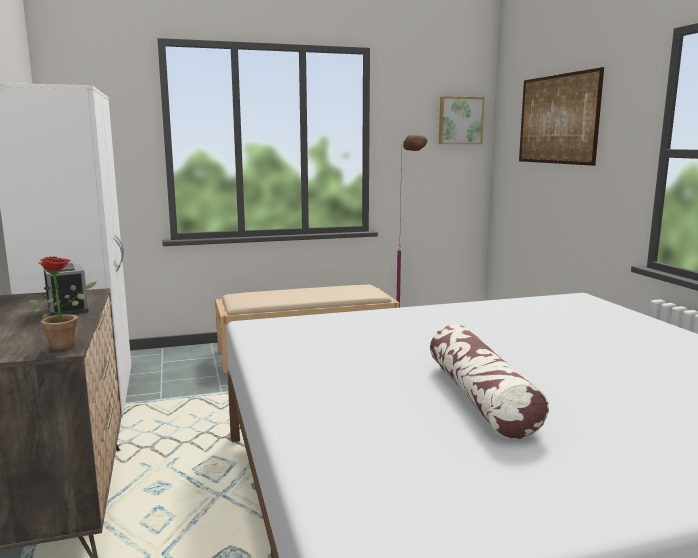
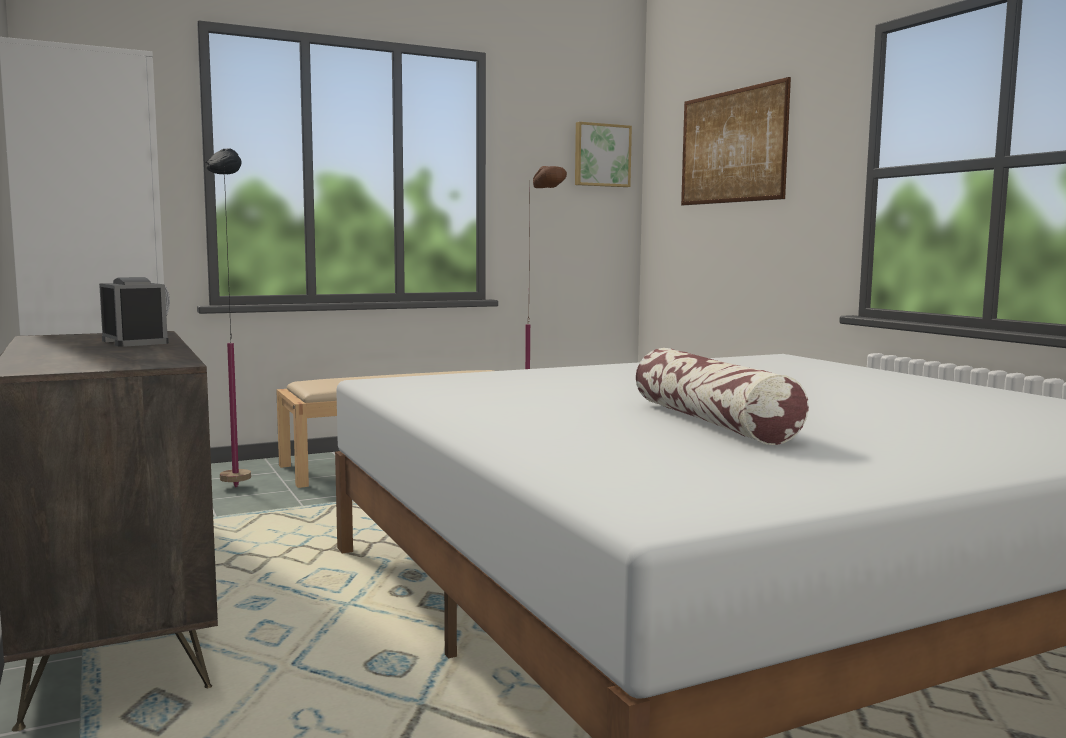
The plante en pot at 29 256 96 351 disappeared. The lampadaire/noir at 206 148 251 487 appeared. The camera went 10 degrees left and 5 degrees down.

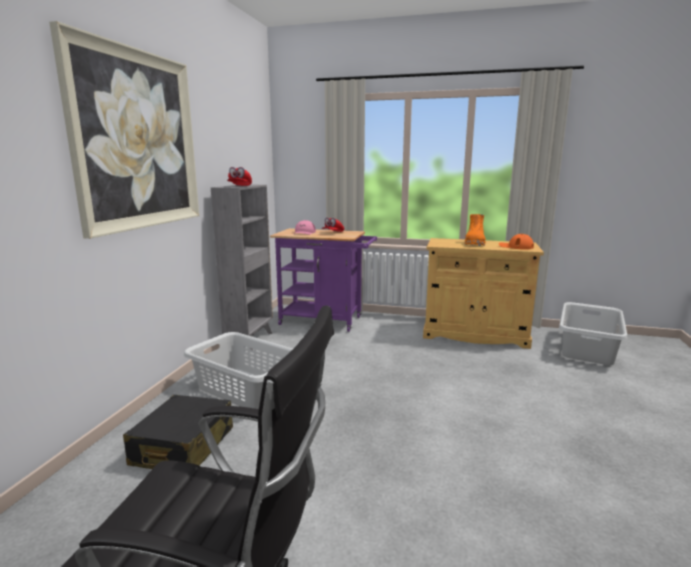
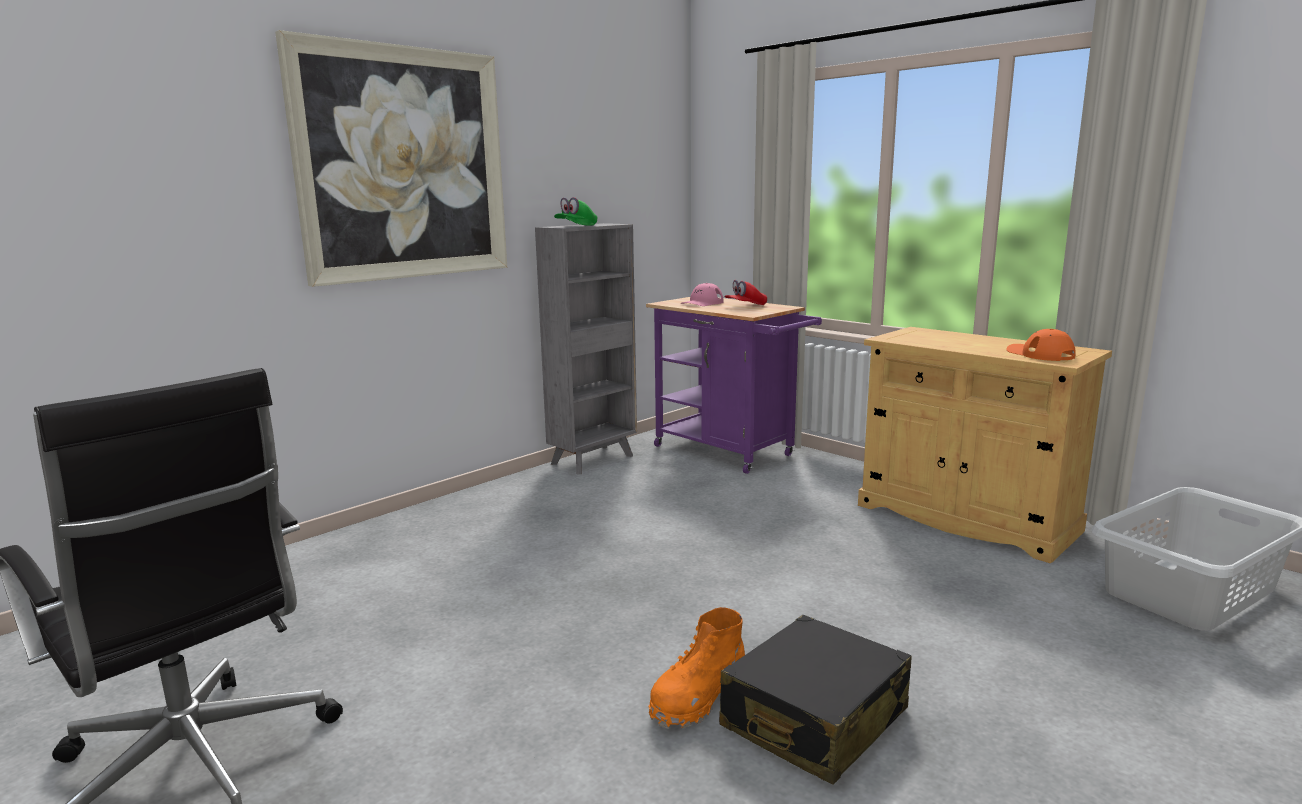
The casquette/rouge at 227 167 252 186 became the casquette/vert at 554 197 597 226. The botte/orange moved from 465 214 486 246 to 649 607 745 729. The panier à linge/gris at 184 332 293 409 disappeared. The valise/noir moved from 123 395 233 469 to 719 615 911 785. The camera went 30 degrees right and 0 degrees up.

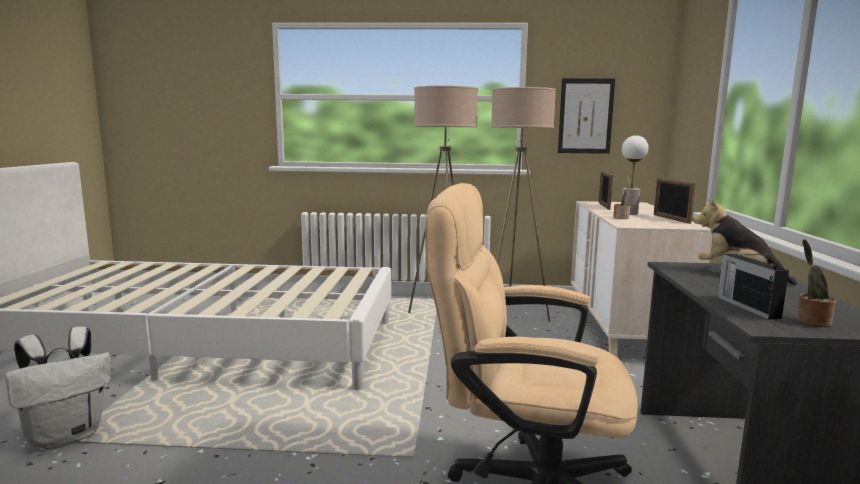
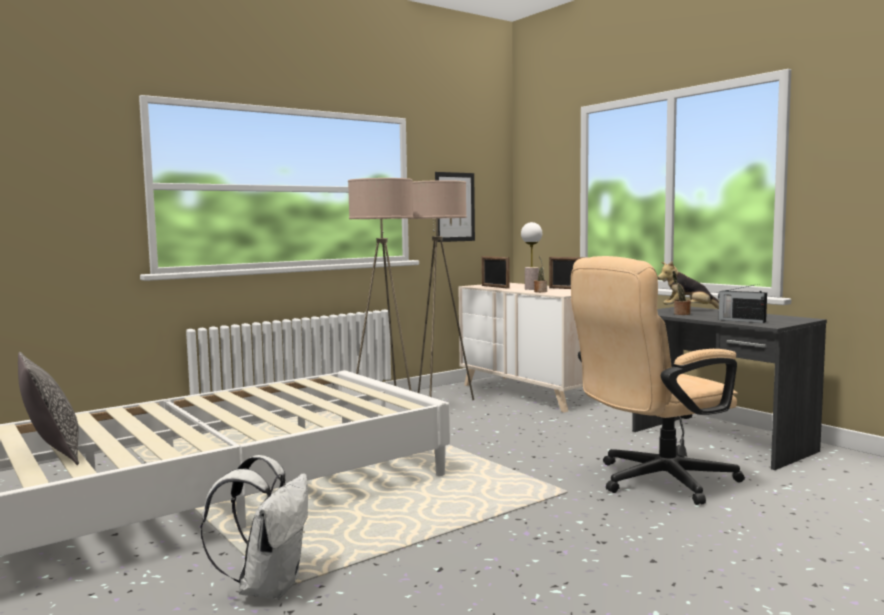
The plante en pot moved from 797 239 836 327 to 672 271 691 315. The coussin at 18 352 79 465 appeared. The camera went 40 degrees left and 5 degrees down.

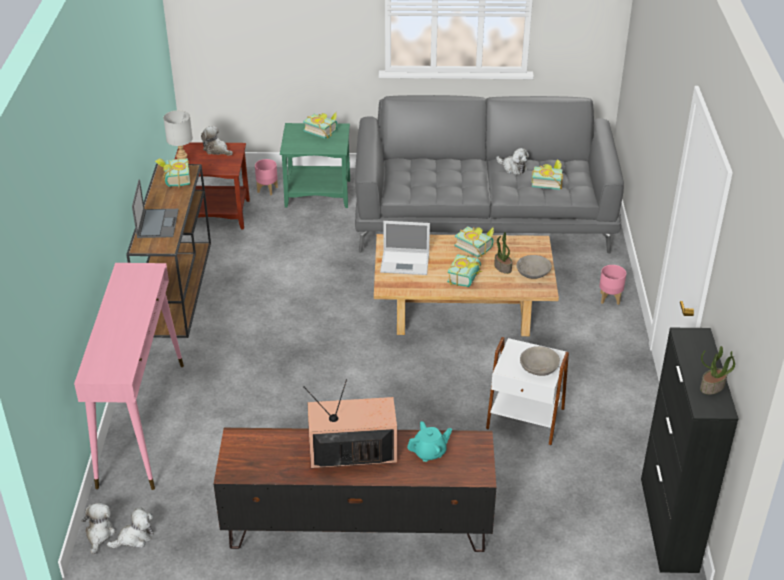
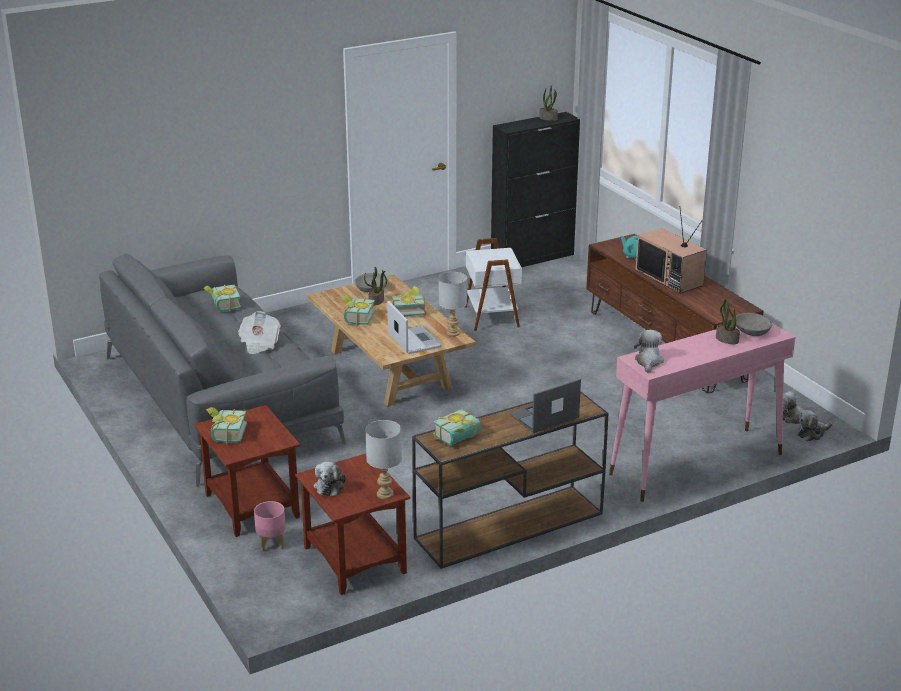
The table d'appoint/vert at 280 123 350 208 became the table d'appoint/marron at 194 405 300 537. The peluche moved from 496 148 529 175 to 634 330 664 373. The cache-pot/rose at 599 265 626 305 disappeared. The bol/gris moved from 520 346 560 376 to 736 313 772 336. The lampe de table/gris at 439 272 467 337 appeared. The plante en pot at 716 299 740 344 appeared. The journal at 238 311 281 354 appeared. The camera went 120 degrees left and 10 degrees down.

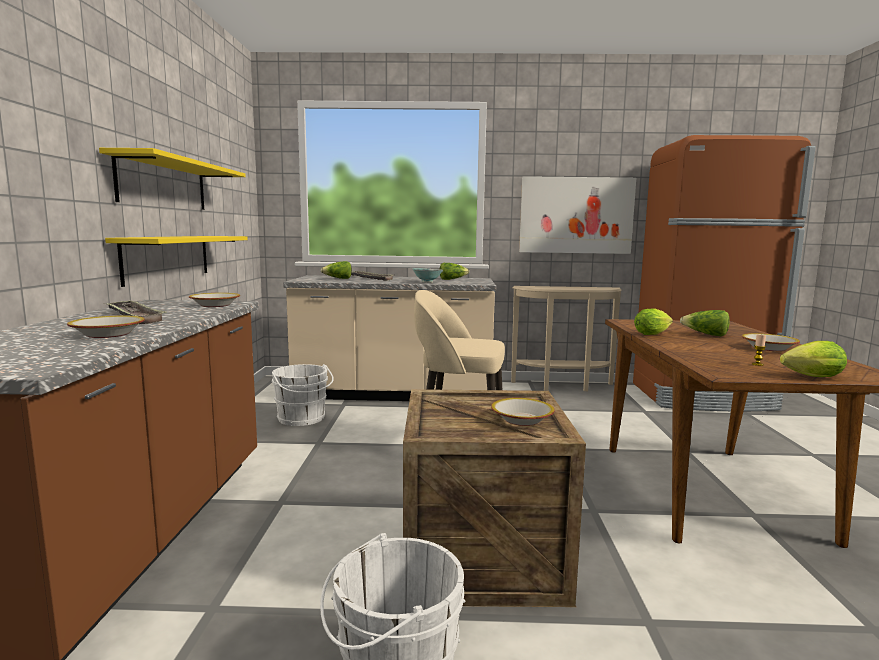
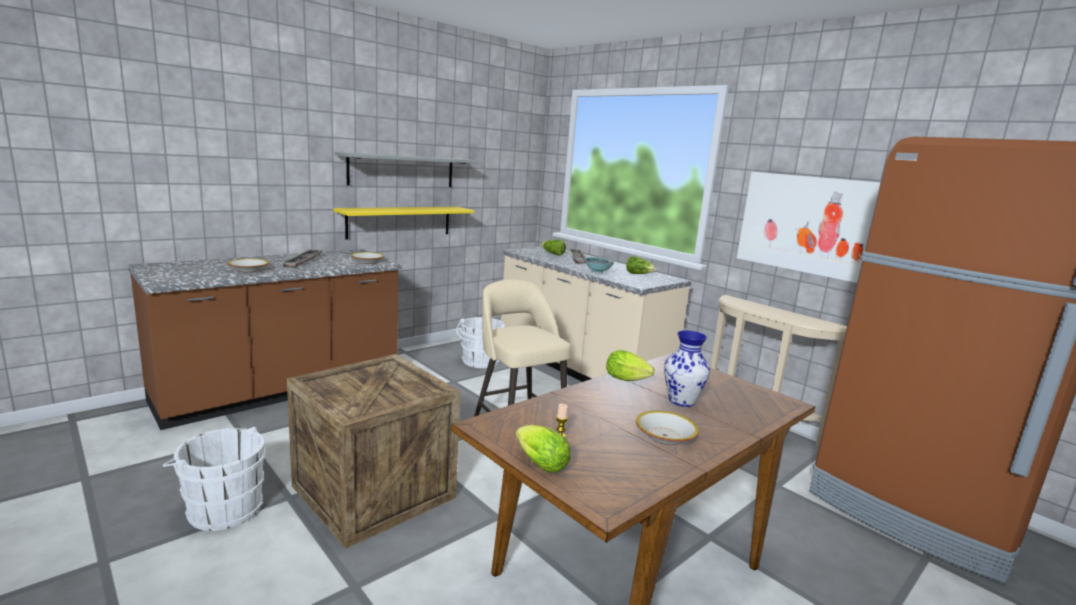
The étagère/jaune at 99 148 246 210 became the étagère/gris at 334 152 478 187. The laitue at 680 310 730 336 was replaced by the vase at 664 330 710 407. The bol at 491 398 555 426 disappeared. The camera went 45 degrees right and 5 degrees up.

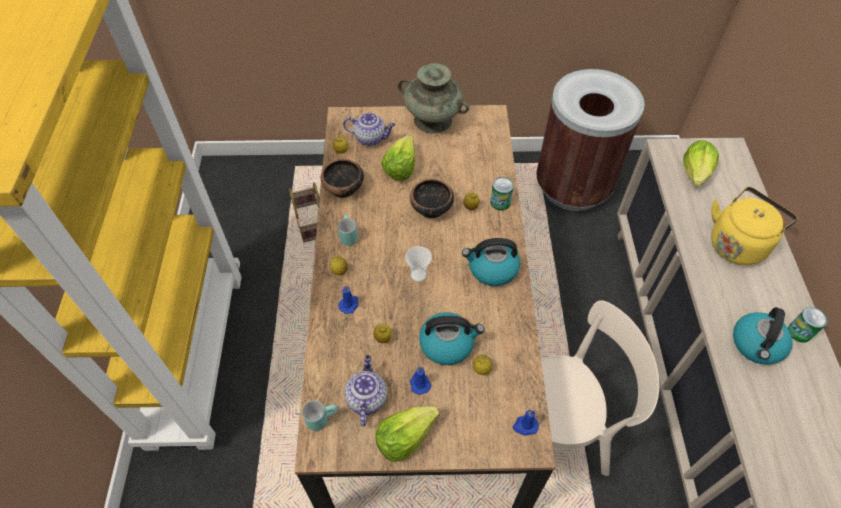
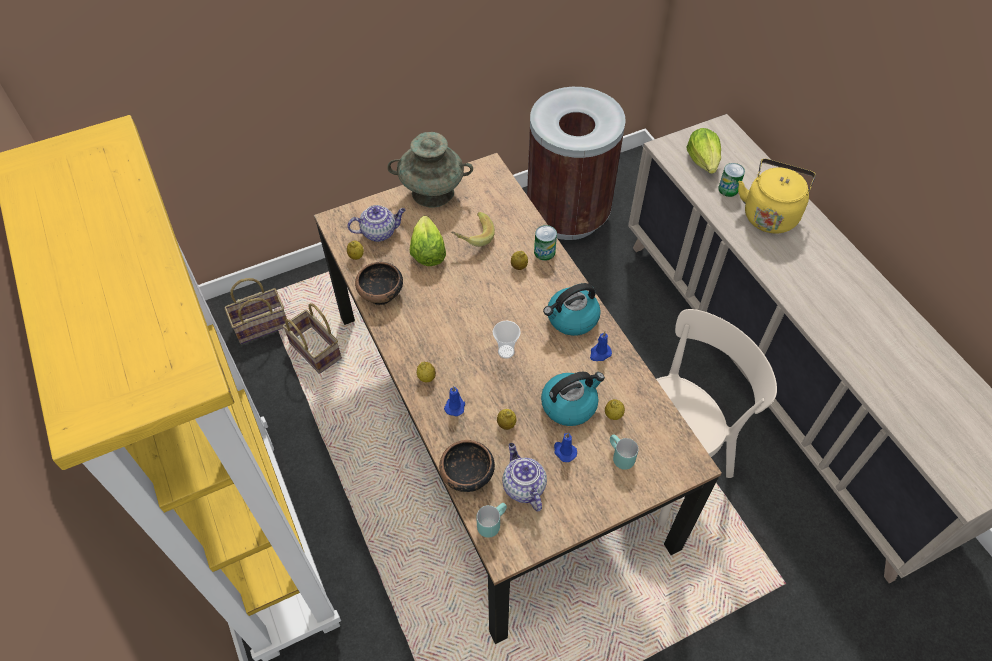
The bol moved from 410 179 454 218 to 439 440 495 492. The mug/turquoise moved from 338 215 358 246 to 610 435 639 470. The bouilloire at 733 307 793 365 disappeared. The boîte métallique moved from 788 307 828 343 to 718 163 745 197. The laitue at 376 406 440 462 disappeared. The bougie/bleu moved from 513 410 539 436 to 590 331 612 361. The banane at 451 212 495 247 appeared. The panier at 224 278 287 344 appeared. The camera went 25 degrees left and 0 degrees up.

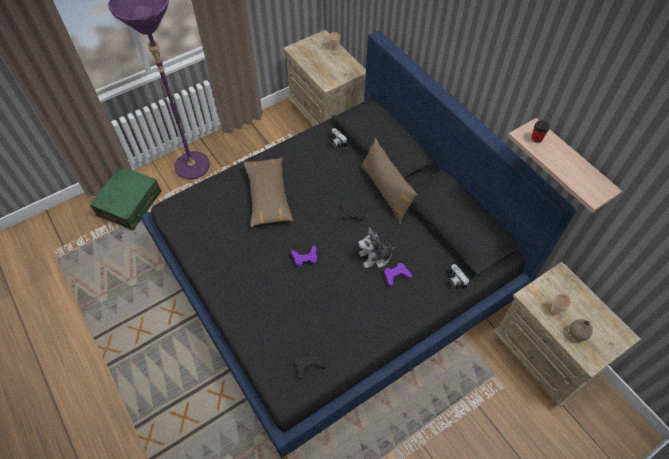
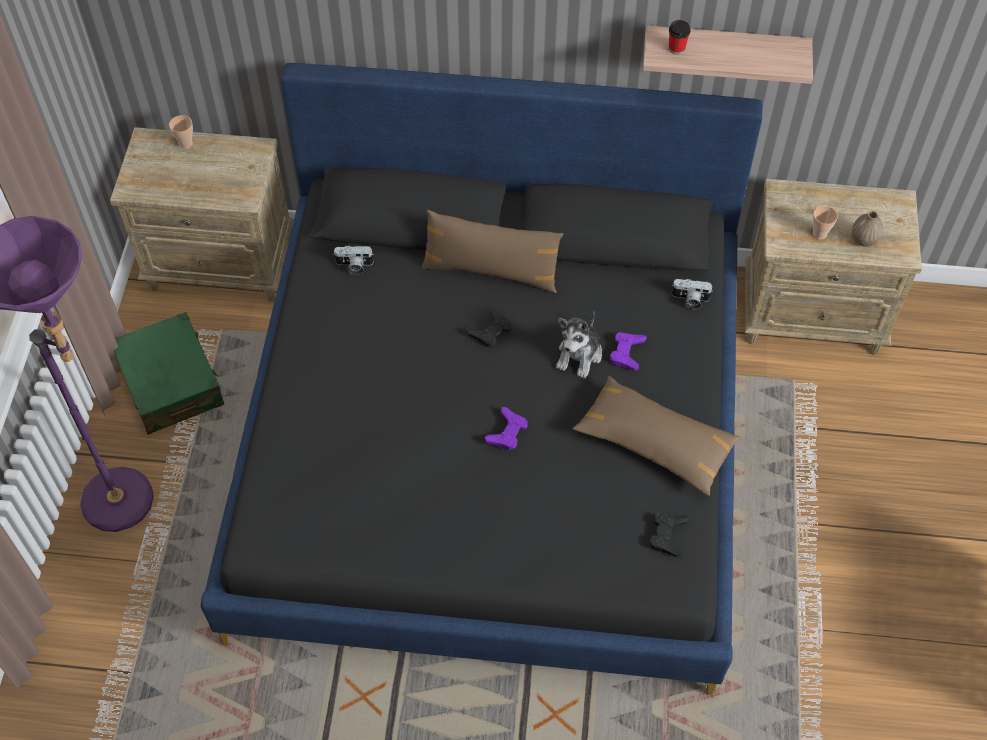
The coussin/marron moved from 243 158 294 228 to 573 376 741 496. The valise/vert moved from 90 168 162 230 to 113 312 224 435. The camera went 50 degrees left and 0 degrees up.

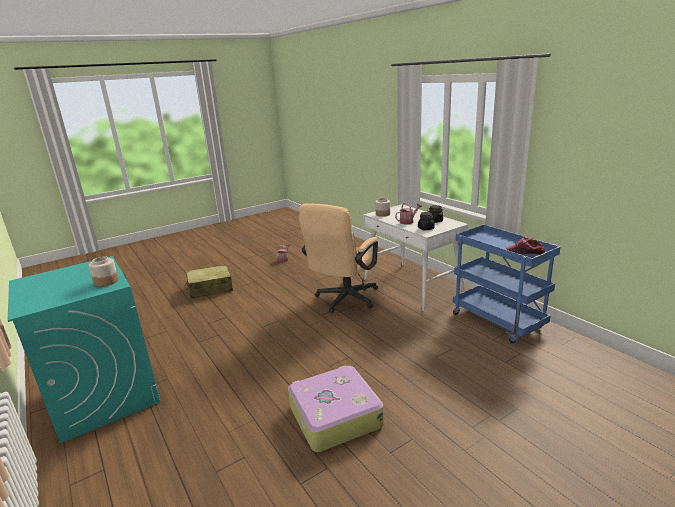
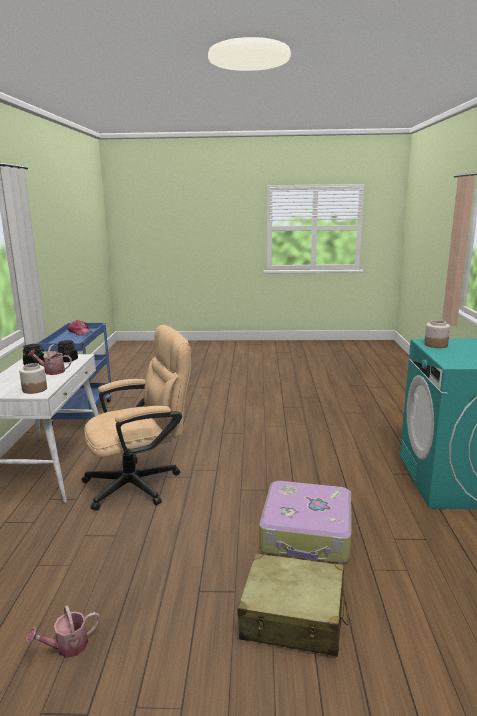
The valise moved from 288 365 384 452 to 259 481 351 563. The camera went 145 degrees left and 5 degrees down.

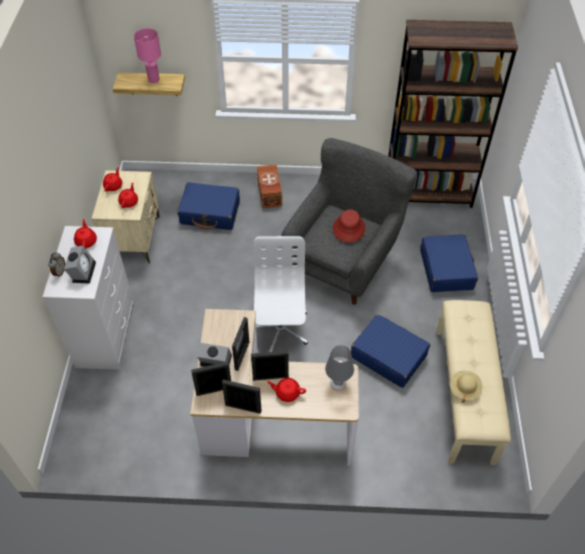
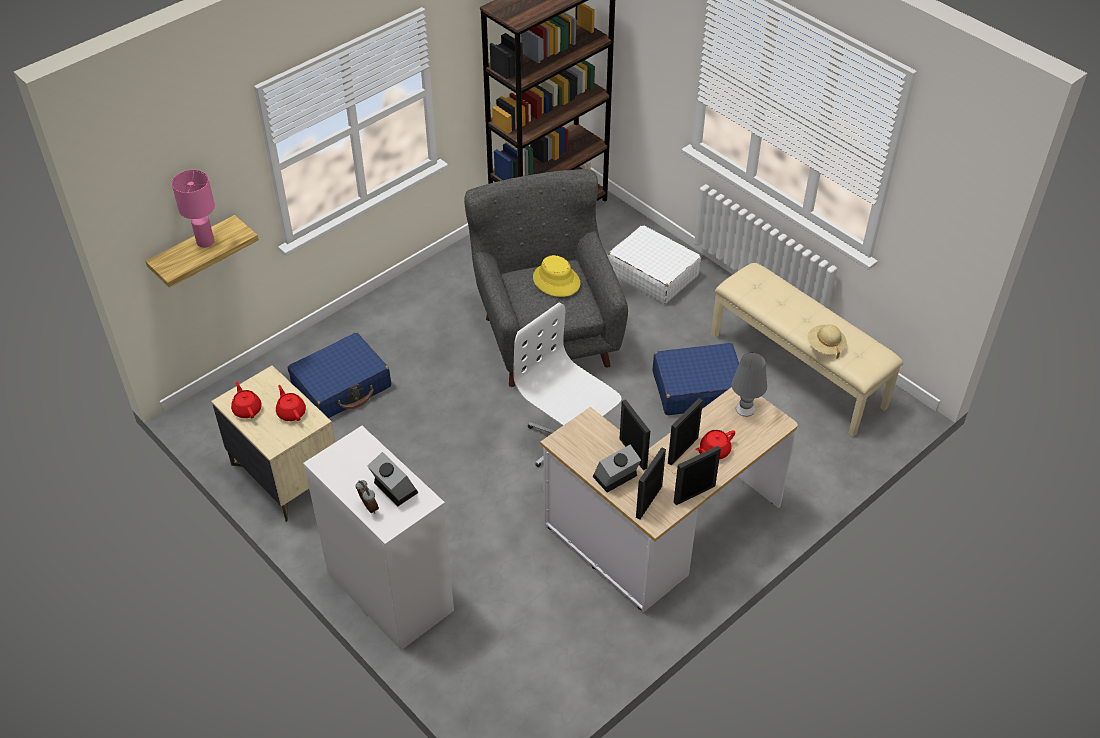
The boîte de rangement/marron at 257 164 282 208 disappeared. The chapeau/rouge at 333 209 365 243 became the chapeau/jaune at 533 255 580 297. The théière/rouge at 74 219 97 249 disappeared. The valise/bleu at 420 234 478 292 became the valise/blanc at 608 225 701 304. The camera went 45 degrees left and 5 degrees down.

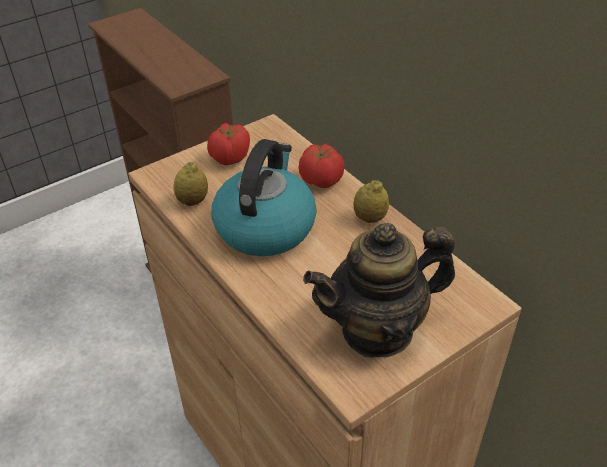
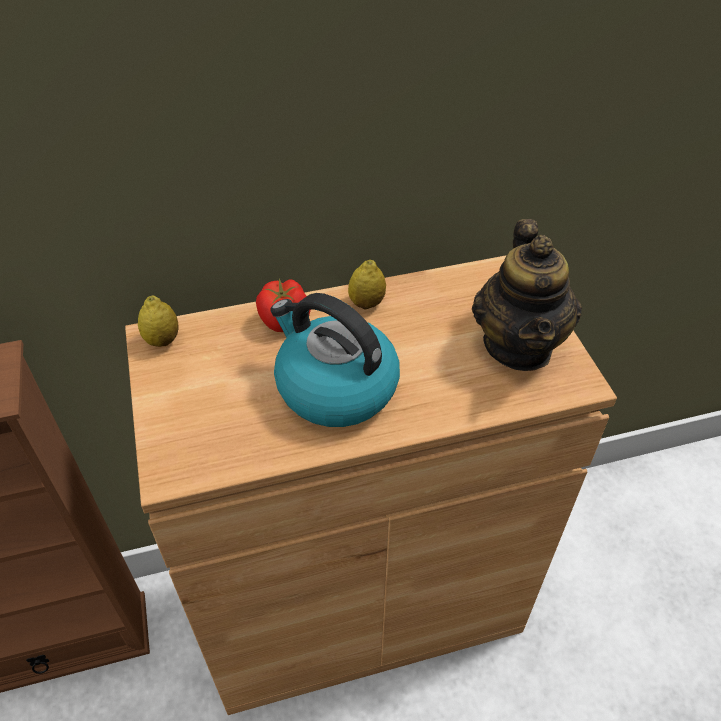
The tomate at 207 123 250 165 disappeared. The citron moved from 173 162 208 206 to 138 295 178 347. The camera went 70 degrees left and 5 degrees up.

